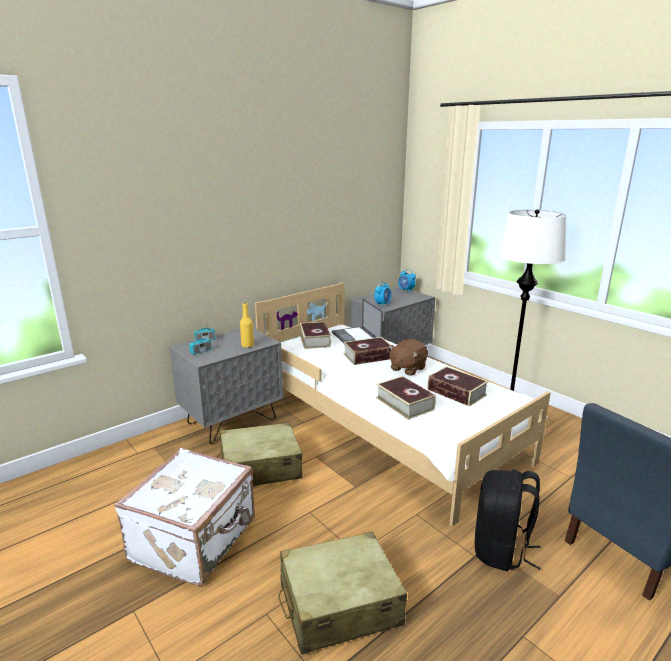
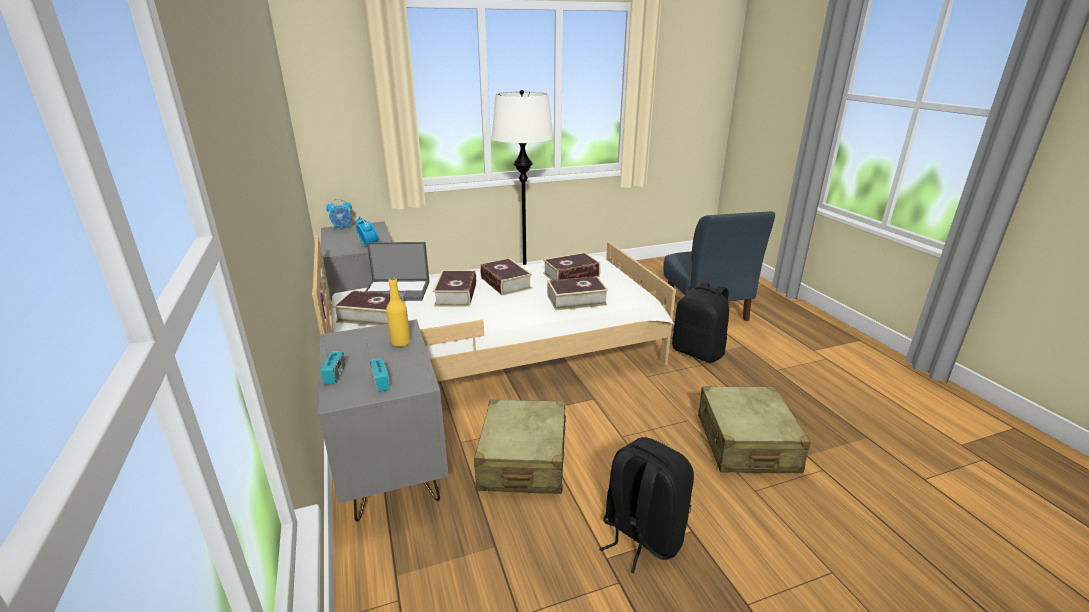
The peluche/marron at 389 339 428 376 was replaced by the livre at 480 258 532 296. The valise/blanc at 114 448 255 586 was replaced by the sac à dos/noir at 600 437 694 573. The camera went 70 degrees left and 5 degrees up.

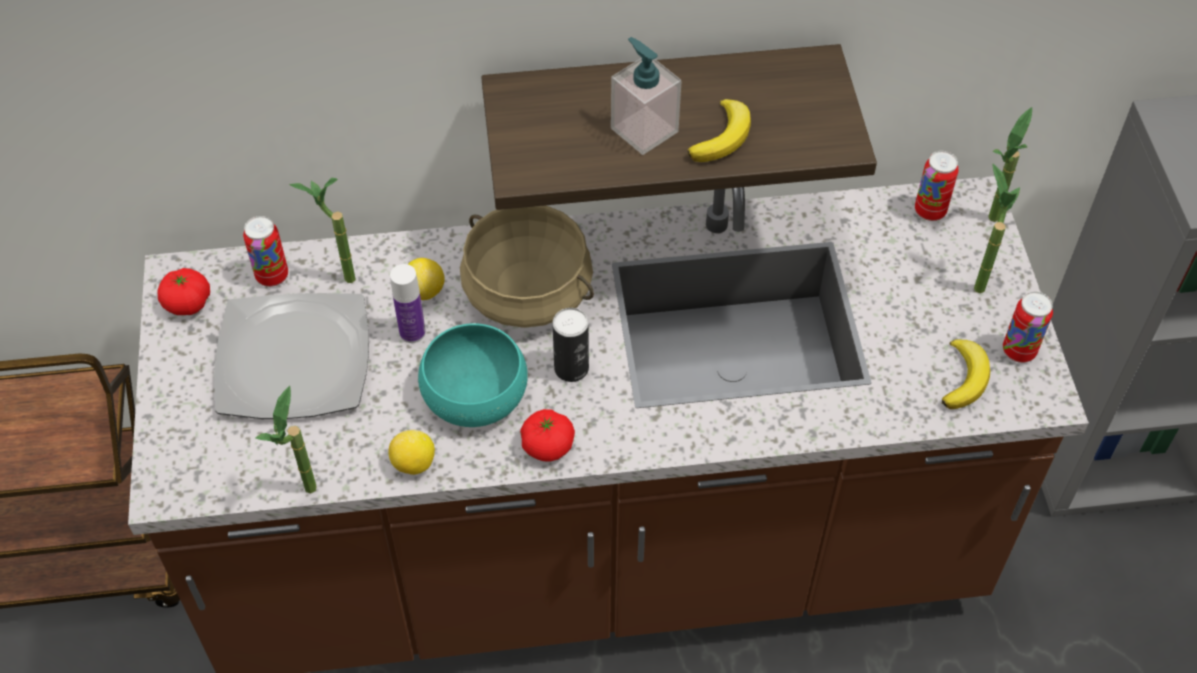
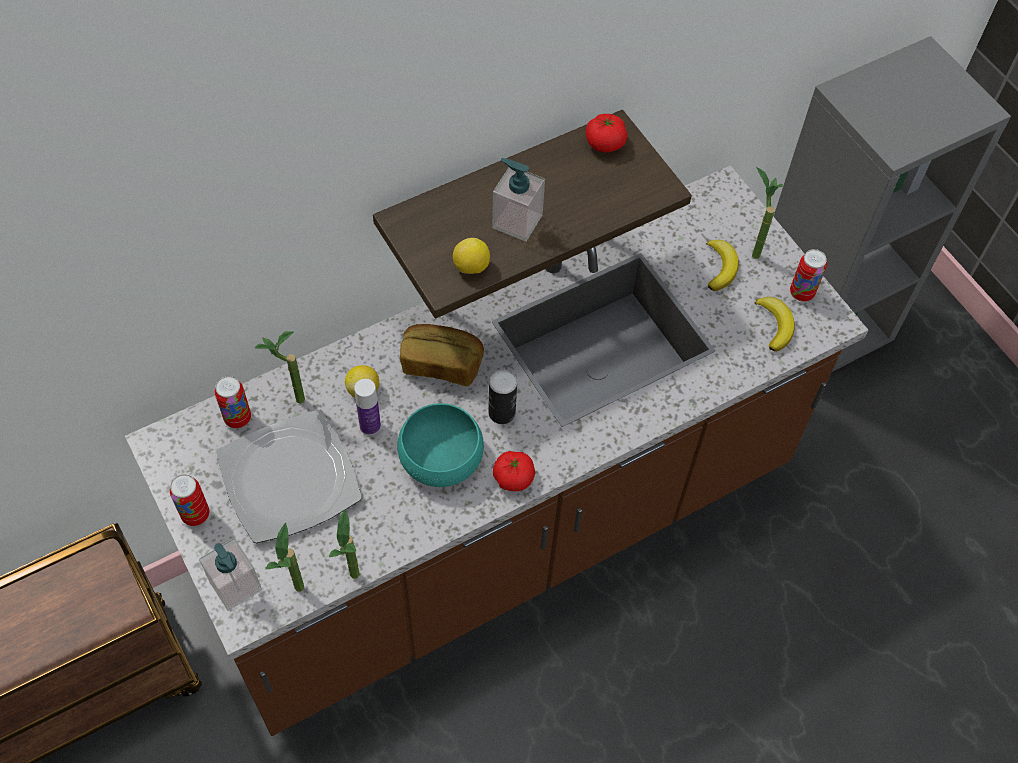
The banane moved from 687 99 751 162 to 706 240 739 291. The plante en pot moved from 988 107 1032 222 to 265 523 304 591. The boîte métallique moved from 915 151 959 221 to 170 474 209 526. The marmite/beige at 460 205 594 328 was replaced by the pain at 400 324 484 386. The tomate moved from 158 268 210 315 to 586 114 628 153. The citron moved from 389 430 435 475 to 453 238 490 274. The distributeur de savon at 199 538 262 611 appeared. The camera went 25 degrees left and 5 degrees up.

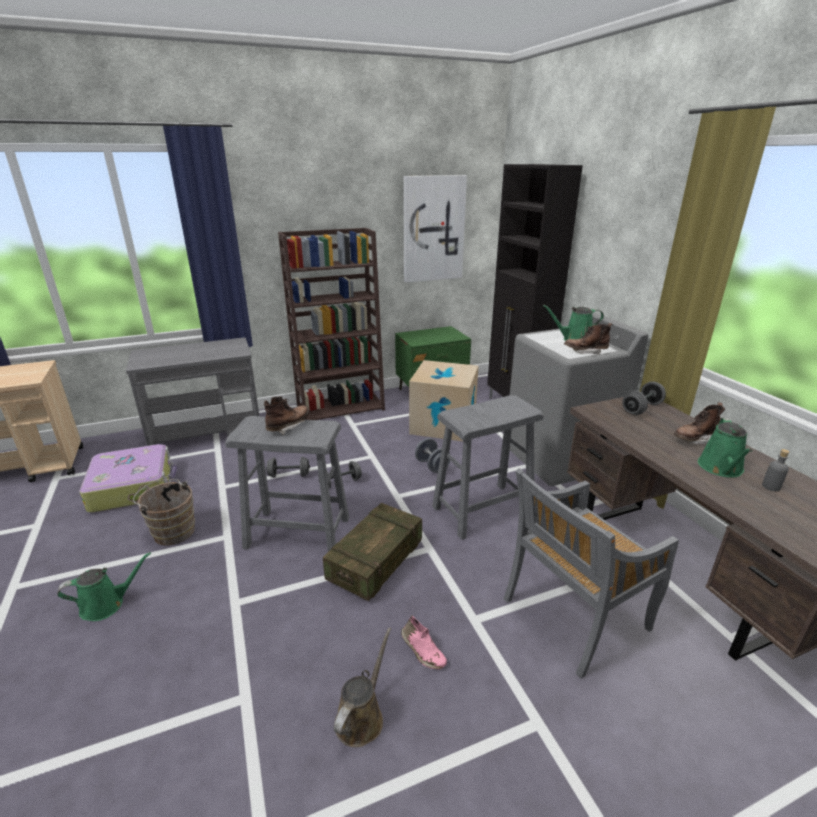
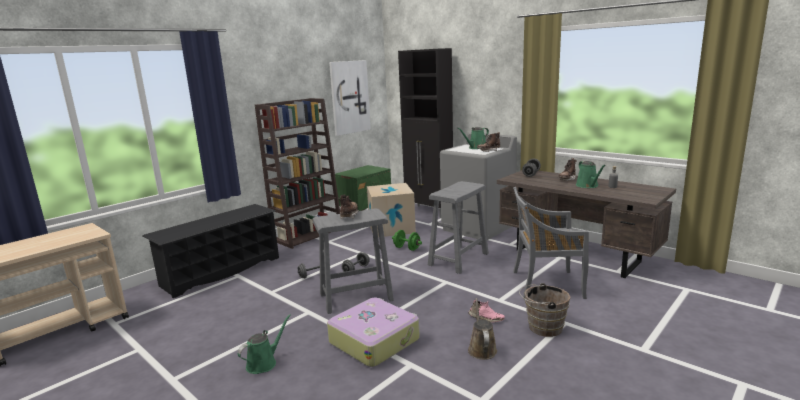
The chariot/gris at 126 337 259 446 was replaced by the étagère à chaussures/noir at 143 204 279 298. The haltère/gris at 415 438 450 473 became the haltère/vert at 392 230 422 251. The valise moved from 80 444 177 513 to 327 297 420 367. The chaise/gris at 504 468 679 679 turned 60 degrees clockwise. The seau/marron moved from 133 479 195 546 to 519 283 570 337. The caisse at 323 503 422 601 disappeared. The camera went 25 degrees left and 10 degrees down.

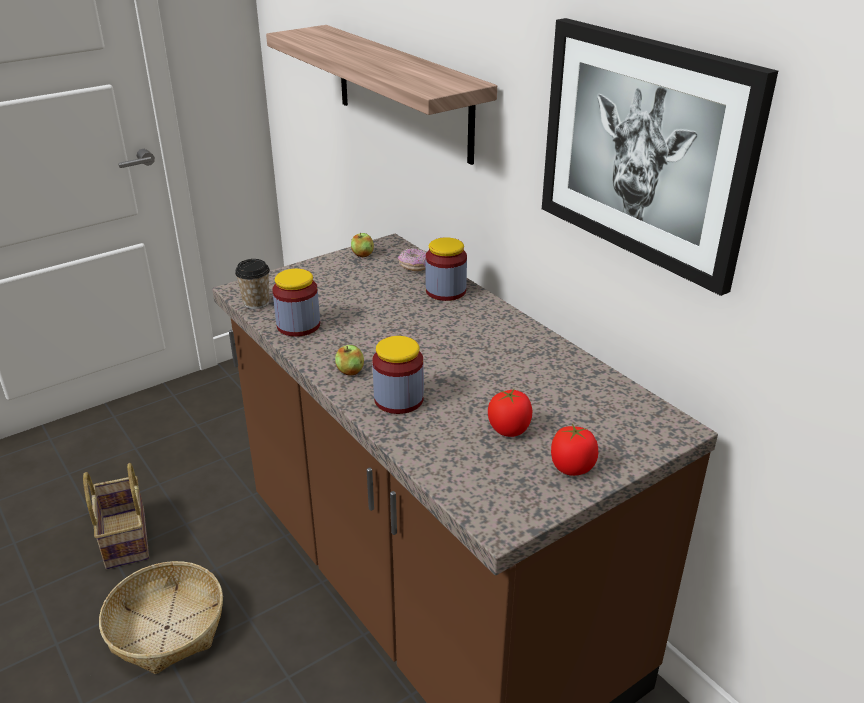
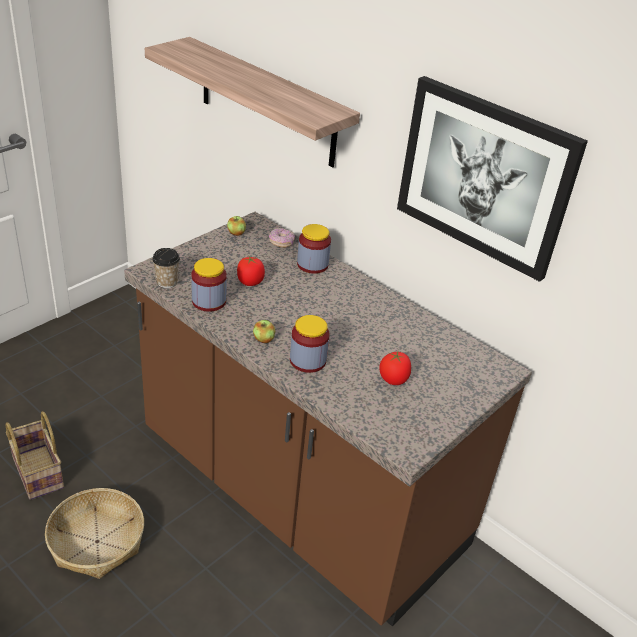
The tomate moved from 551 424 598 476 to 237 256 265 286. The camera went 15 degrees left and 5 degrees up.

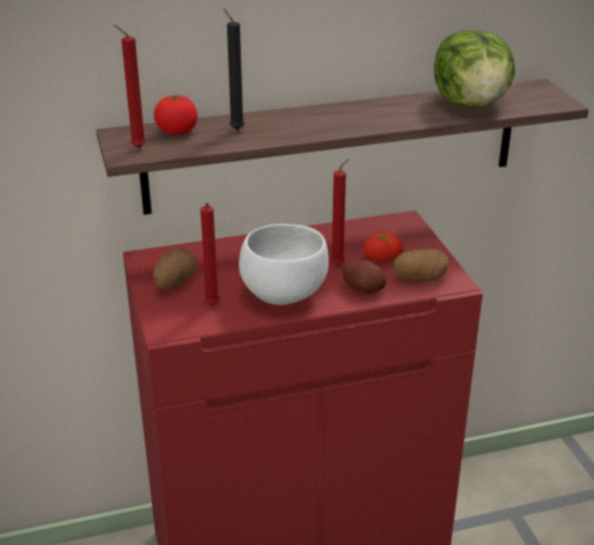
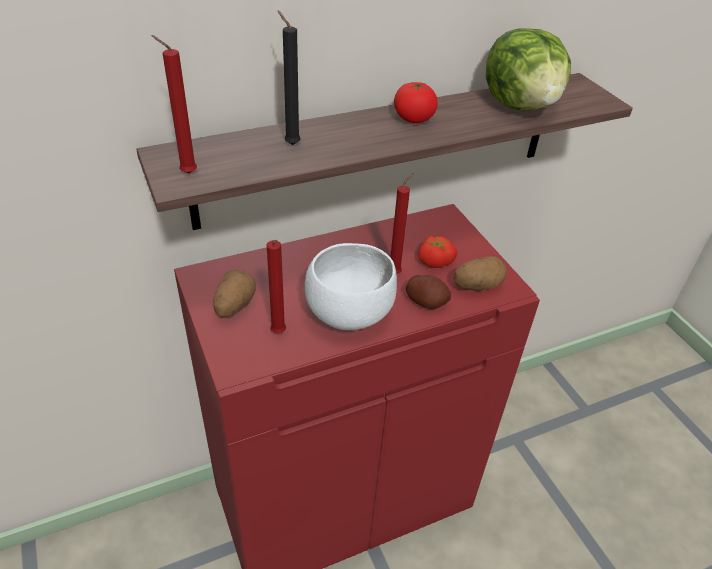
The tomate moved from 154 95 198 135 to 394 82 438 123. The camera went 10 degrees left and 10 degrees up.

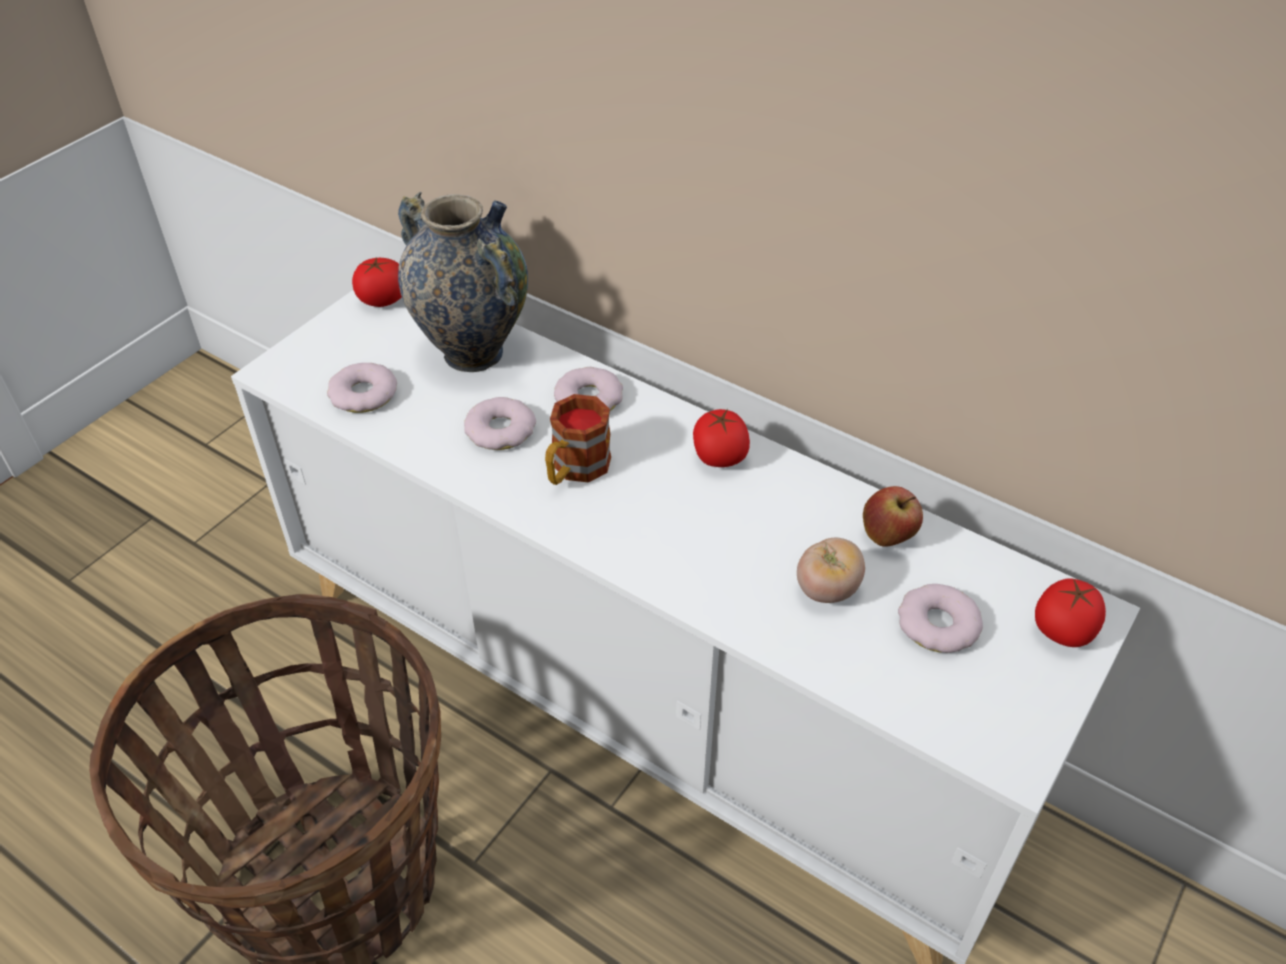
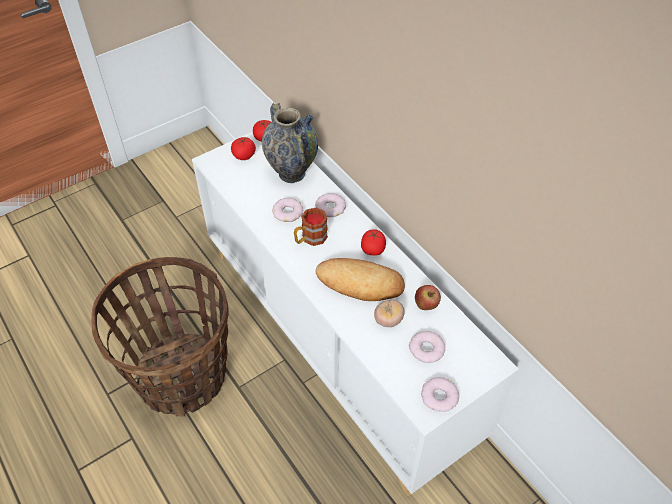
The beignet moved from 327 363 397 413 to 421 377 459 412. The tomate moved from 1035 578 1106 647 to 231 137 256 160. The pain at 315 258 405 301 appeared. The camera went 20 degrees right and 5 degrees up.

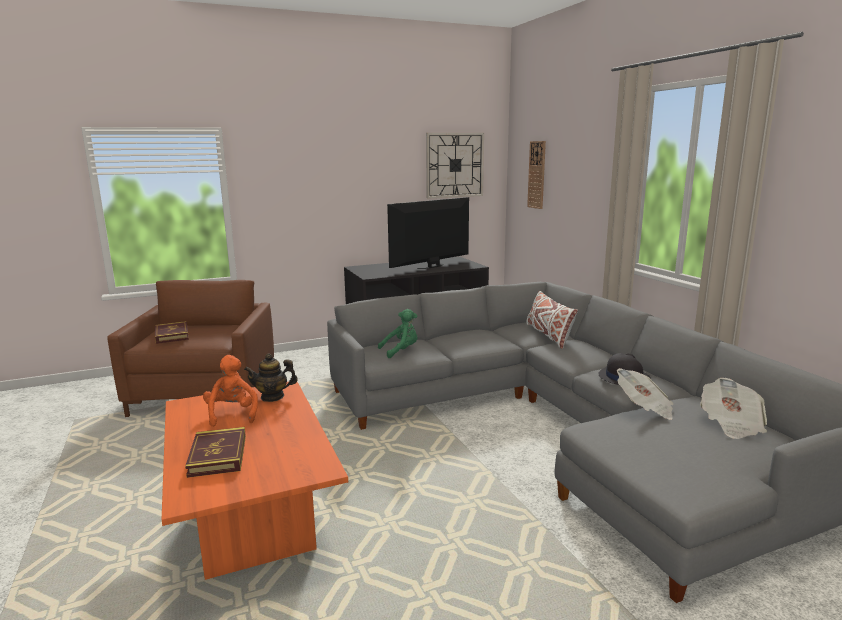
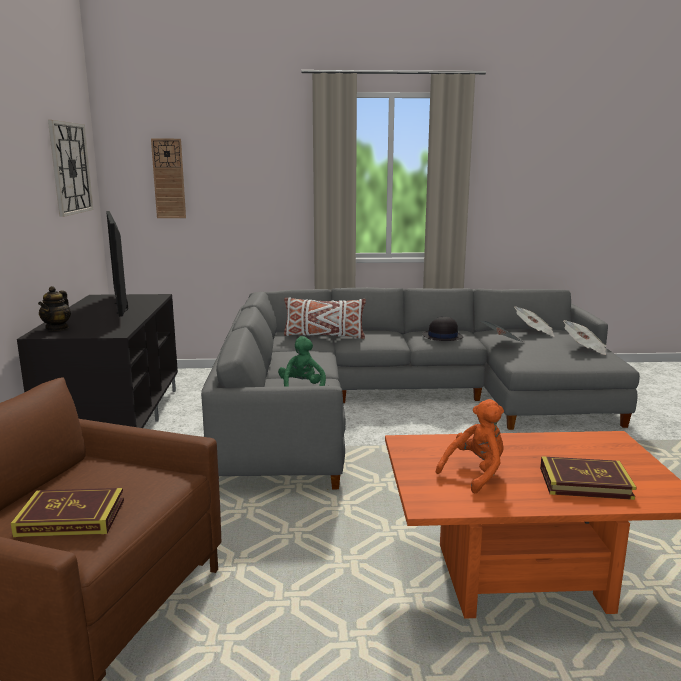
The théière moved from 244 354 298 402 to 38 286 71 331. The peluche/orange at 203 355 258 427 turned 135 degrees clockwise. The journal at 563 320 606 355 appeared. The camera went 70 degrees left and 0 degrees up.

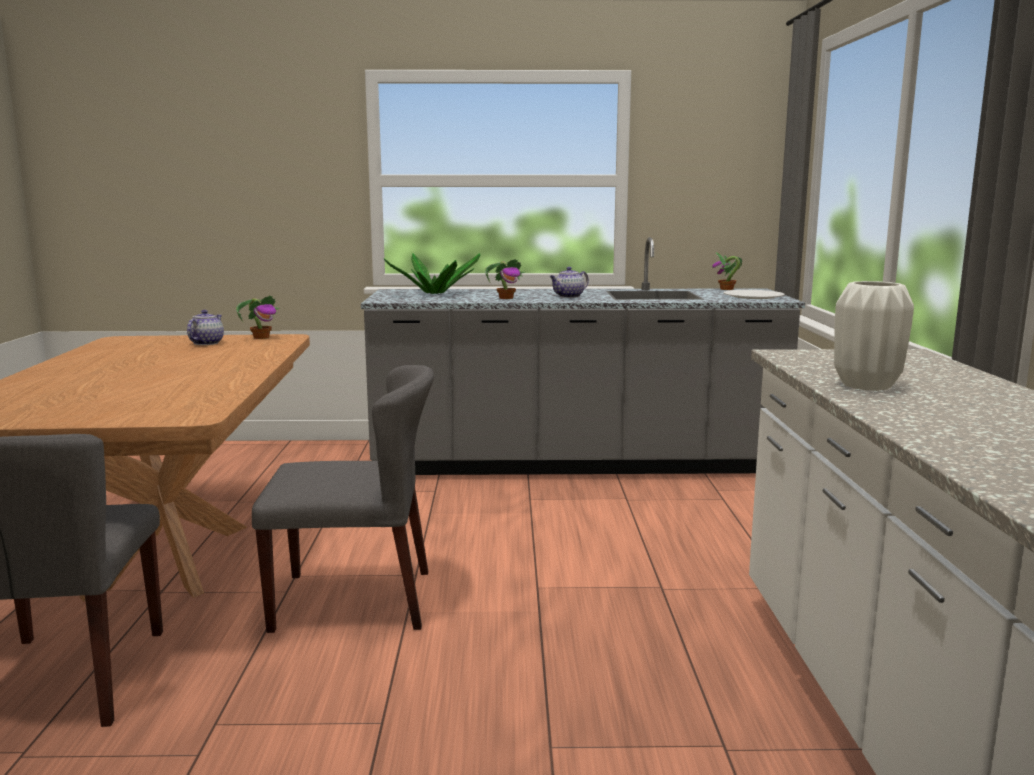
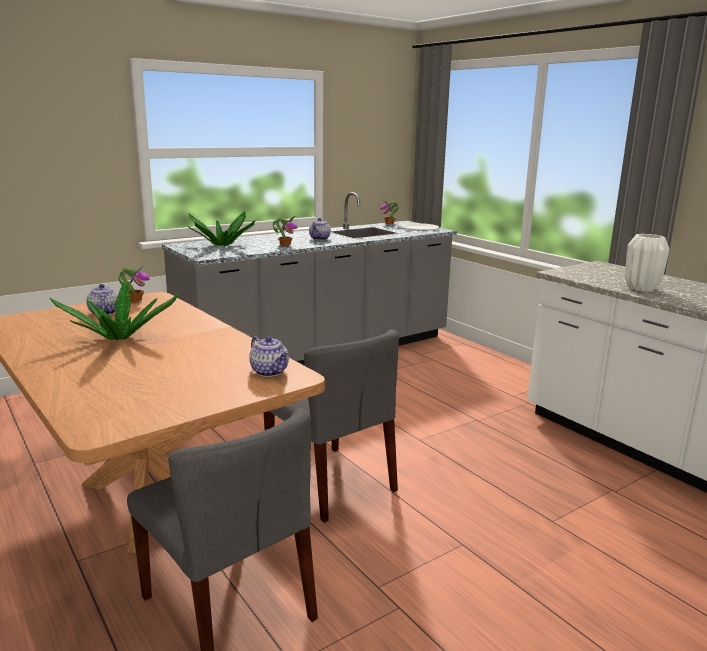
The chaise/gris at 252 365 434 633 turned 90 degrees clockwise. The plante en pot at 50 282 179 340 appeared. The théière at 249 336 289 377 appeared. The camera went 35 degrees left and 5 degrees up.

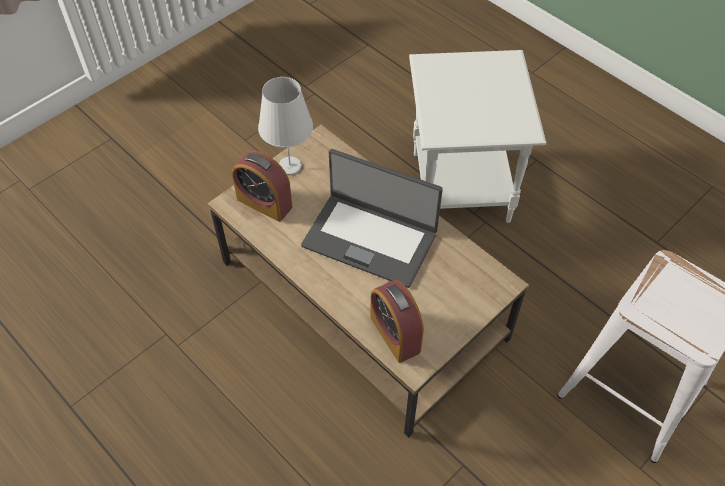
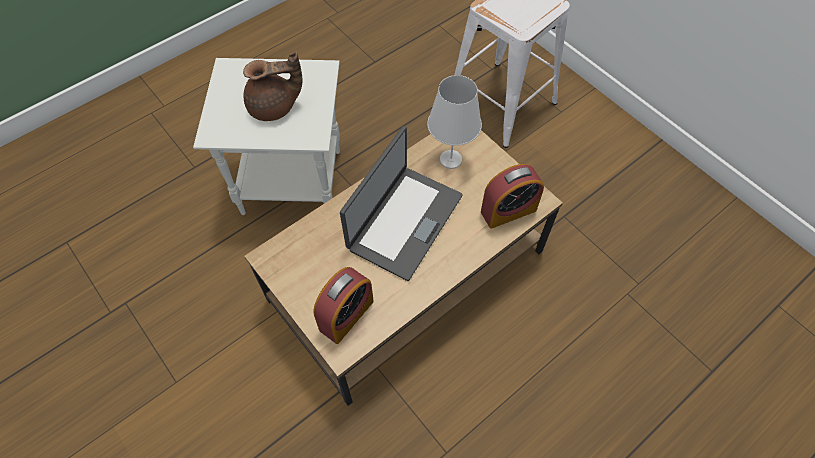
The lampe de table/blanc moved from 258 77 313 175 to 427 75 482 169. The théière/marron at 243 52 303 121 appeared. The camera went 85 degrees left and 5 degrees up.

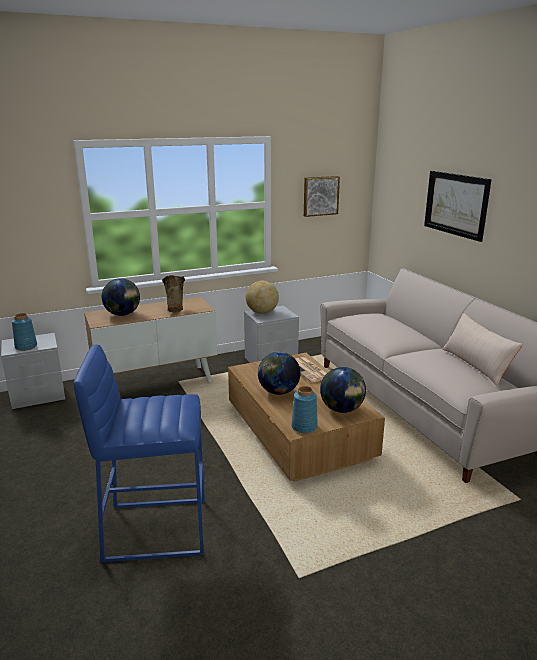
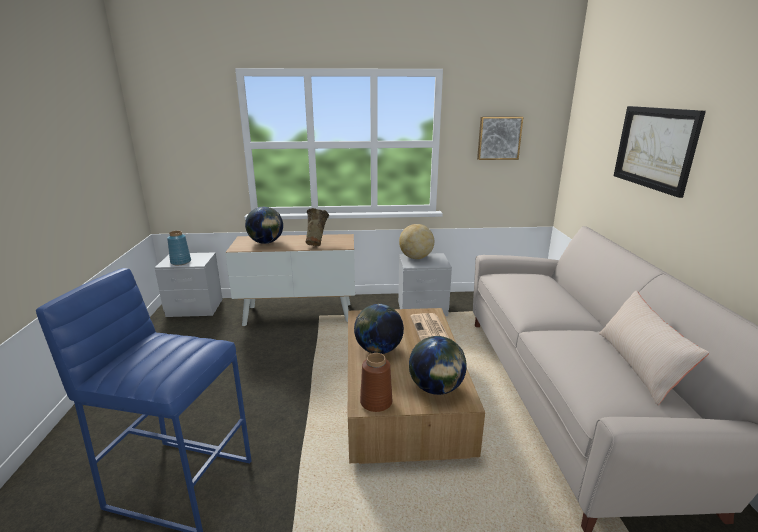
The vase/bleu at 291 386 318 433 became the vase/marron at 360 353 392 412. The camera went 20 degrees right and 0 degrees up.

